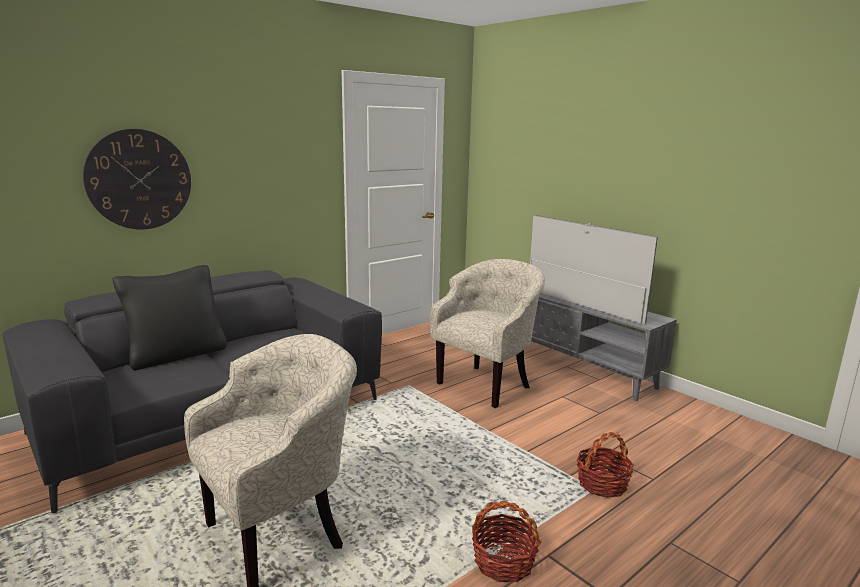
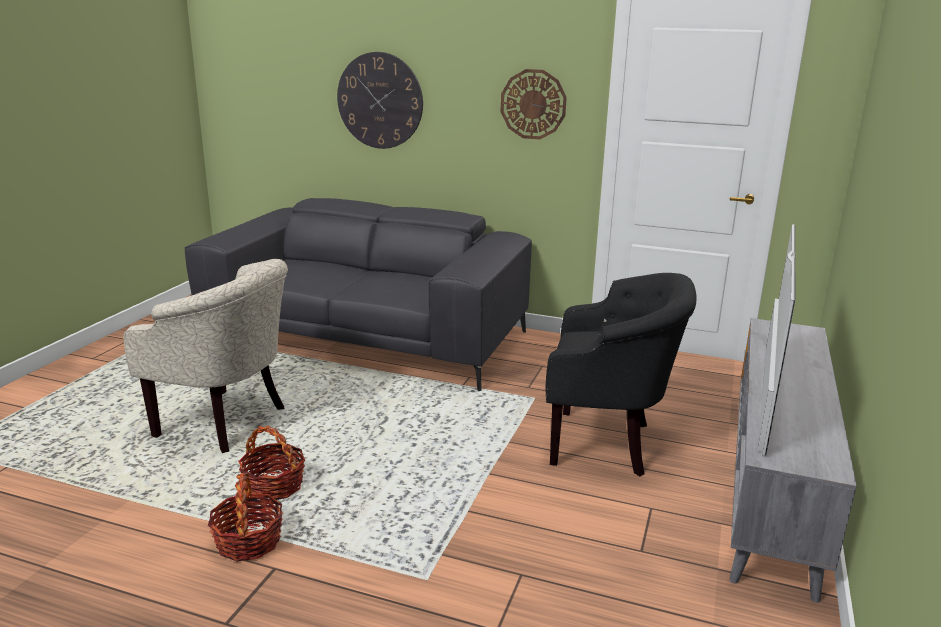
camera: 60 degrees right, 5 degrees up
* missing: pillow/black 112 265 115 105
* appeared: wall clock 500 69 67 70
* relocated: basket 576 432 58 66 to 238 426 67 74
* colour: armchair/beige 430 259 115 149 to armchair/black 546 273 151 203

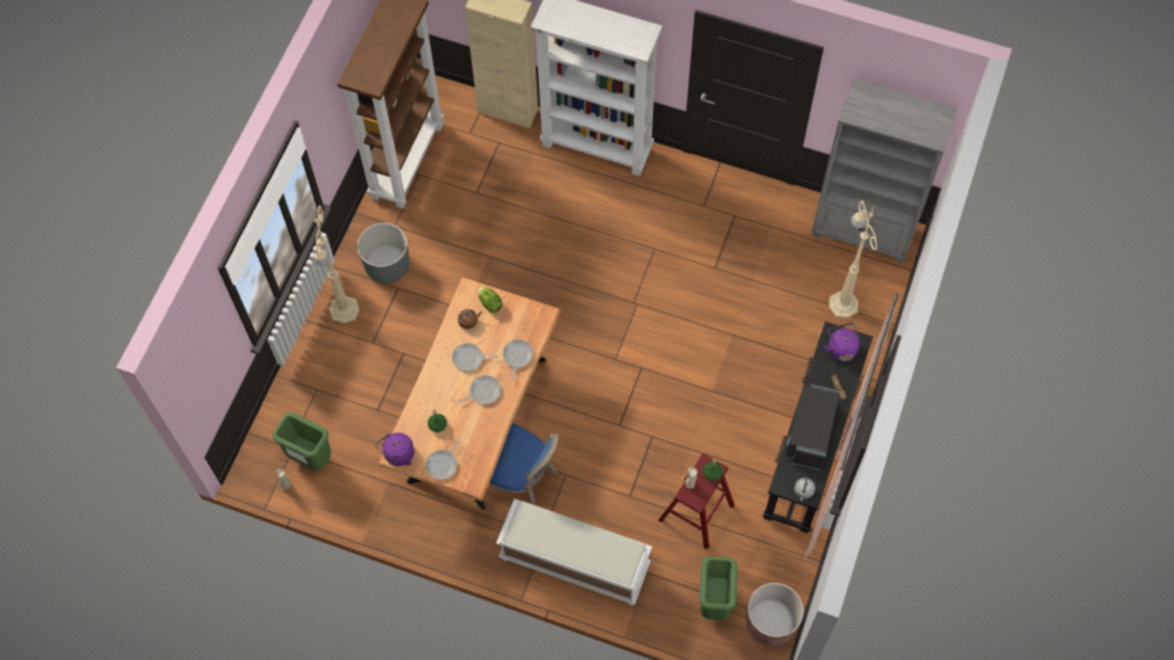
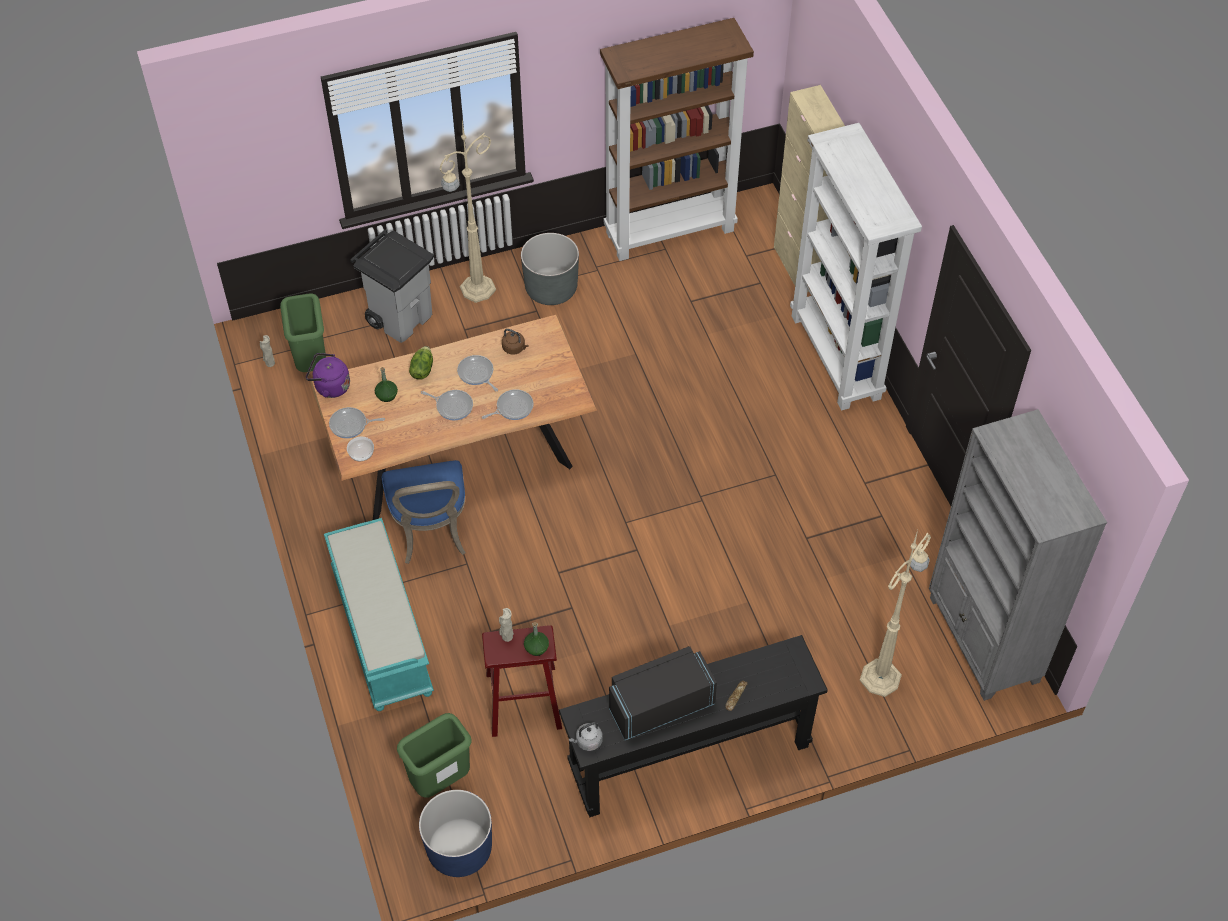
camera: 50 degrees right, 10 degrees down
* missing: kettle/purple 824 323 36 38
* appeared: bowl 347 437 27 24
* appeared: trash can/grey 350 229 84 114
* relocated: lettuce 478 286 24 27 to 409 346 24 34
* colour: bench/white 496 499 156 106 to bench/turquoise 324 518 110 193
* colour: planter/brown 746 583 58 63 to planter/blue 419 790 73 87

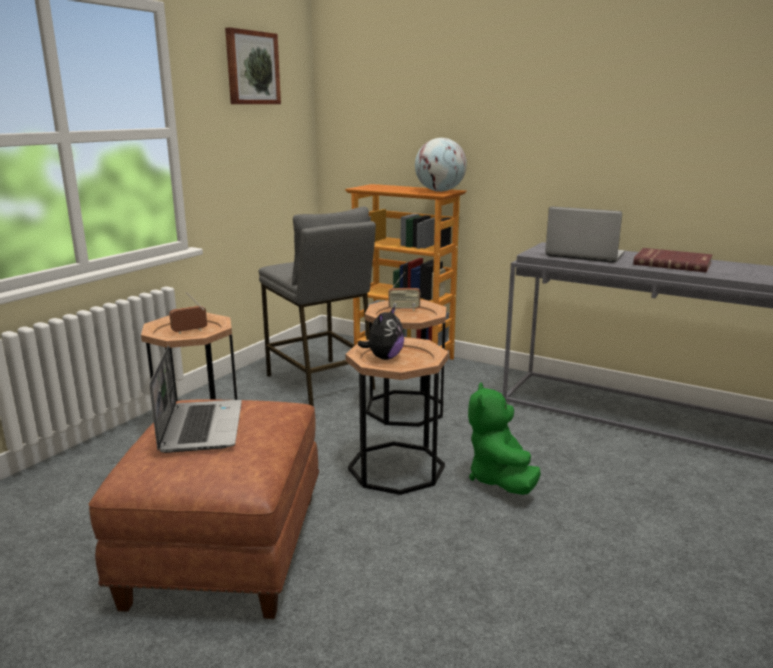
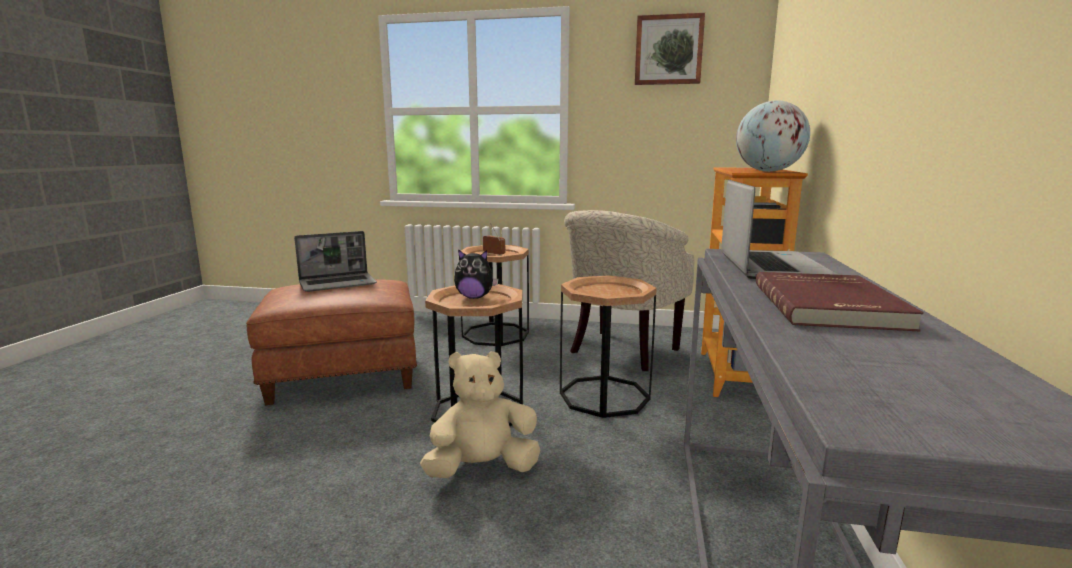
camera: 70 degrees right, 5 degrees down
* missing: radio 388 272 32 39
* exchanged: stool/grey 259 207 117 199 to armchair/beige 564 210 130 161
* colour: plush toy/green 468 382 73 113 to plush toy/beige 420 351 120 127

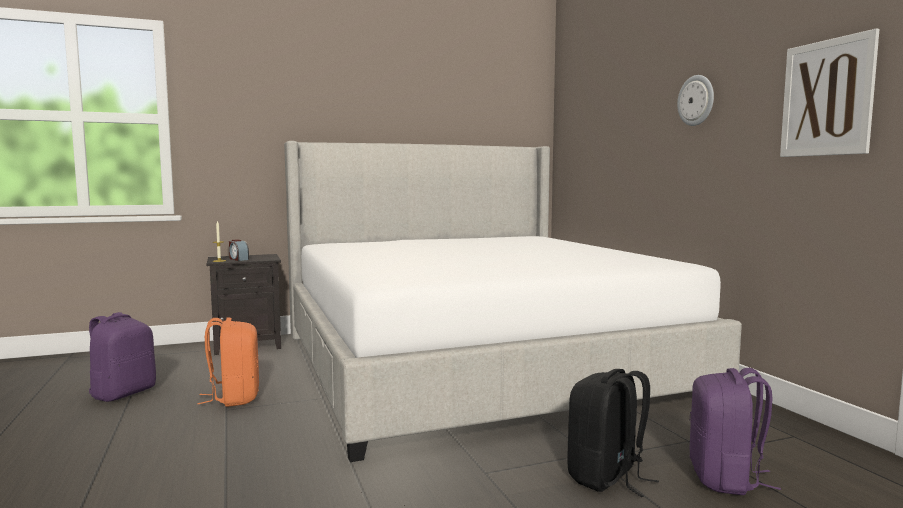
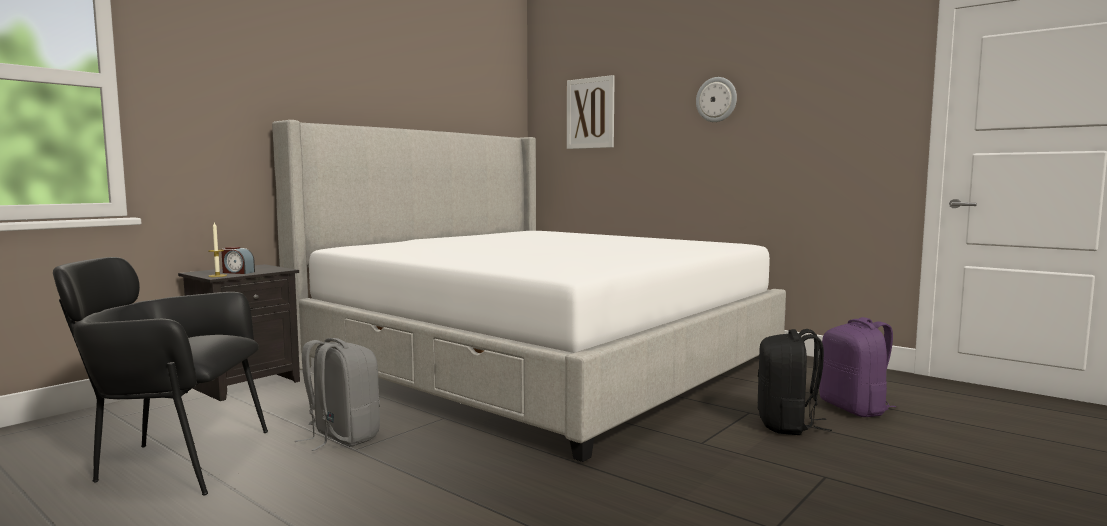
camera: 30 degrees left, 0 degrees up
* relocated: picture 780 28 99 129 to 567 75 48 74
* exchanged: backpack/purple 89 312 67 90 to armchair/black 53 257 215 239
* colour: backpack/orange 197 317 62 90 to backpack/grey 295 338 85 113

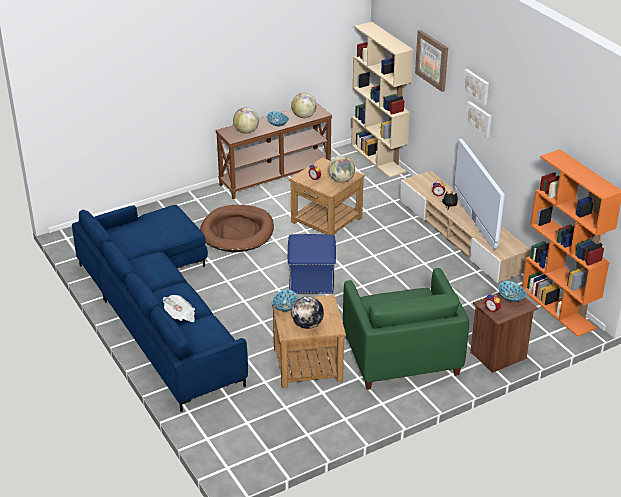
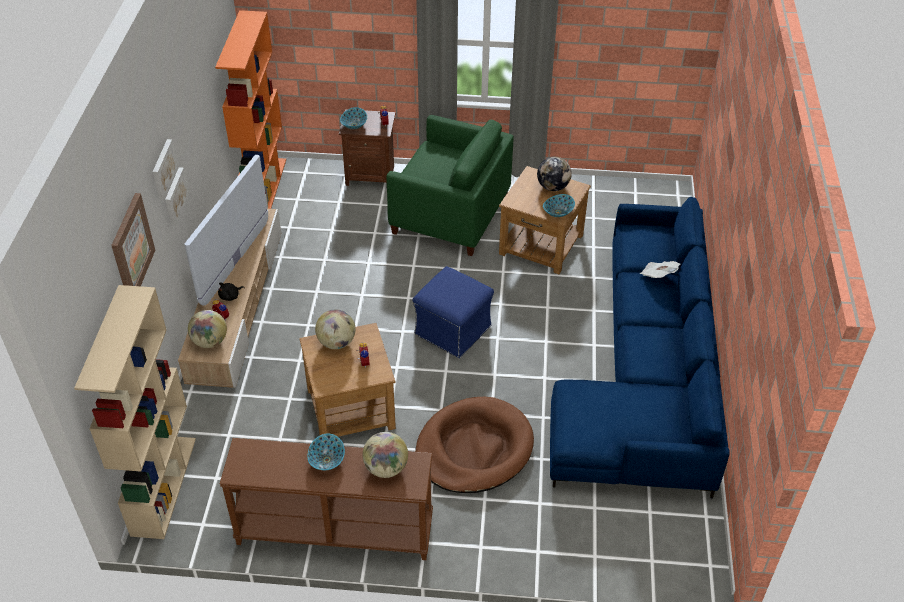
camera: 145 degrees left, 10 degrees up
* relocated: globe 291 93 26 25 to 188 310 39 38
* spun: armchair/green 343 268 126 122 = 386 115 127 141 90 degrees clockwise

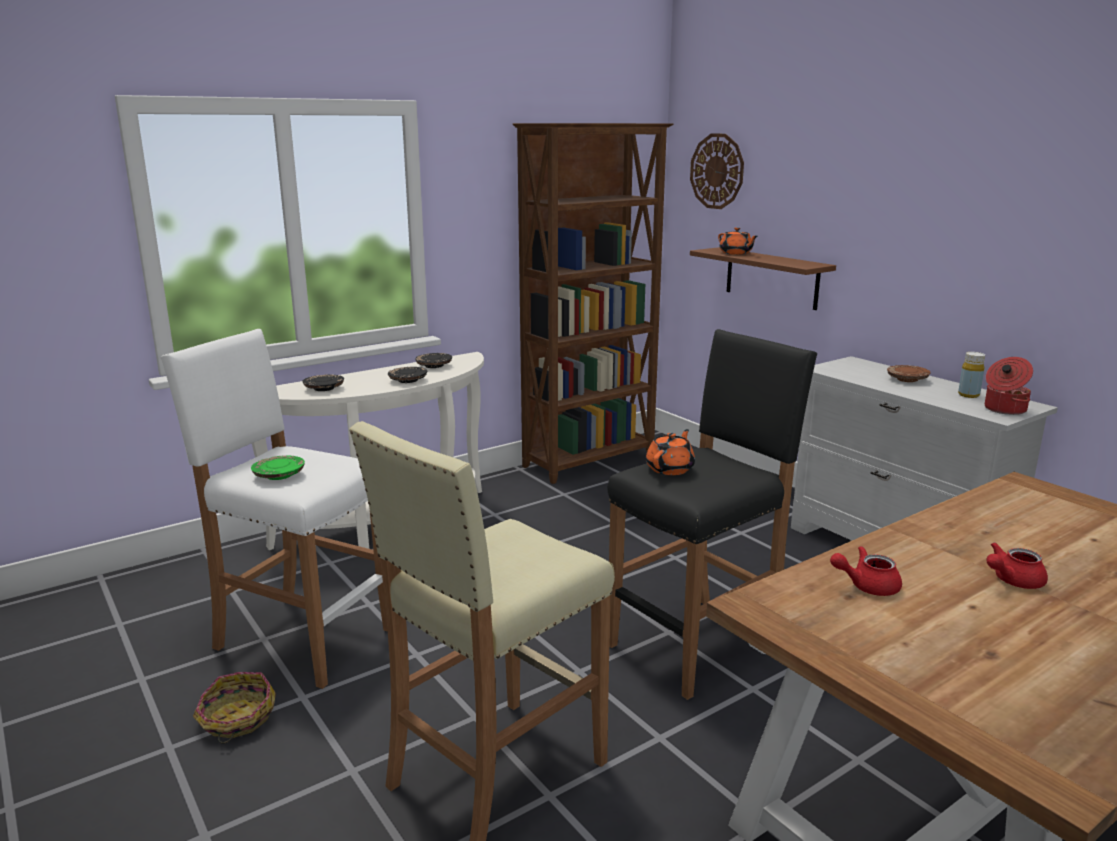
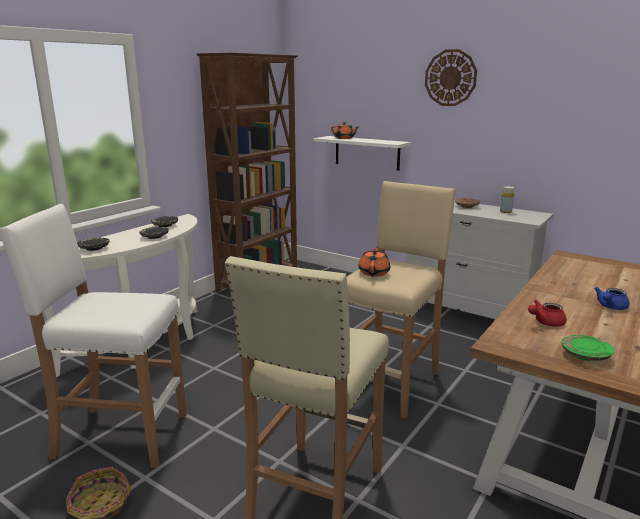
camera: 20 degrees left, 0 degrees up
* missing: cooking pot 985 357 48 58
* relocated: plate/green 251 455 54 25 to 562 335 52 26
* relocated: wall clock 690 134 54 75 to 425 49 52 57
* colour: stool/black 608 329 209 371 to stool/beige 347 181 109 238
* colour: shelf/brown 690 247 146 63 to shelf/white 314 136 97 35
* colour: teapot/red 986 542 62 47 to teapot/blue 594 287 36 23

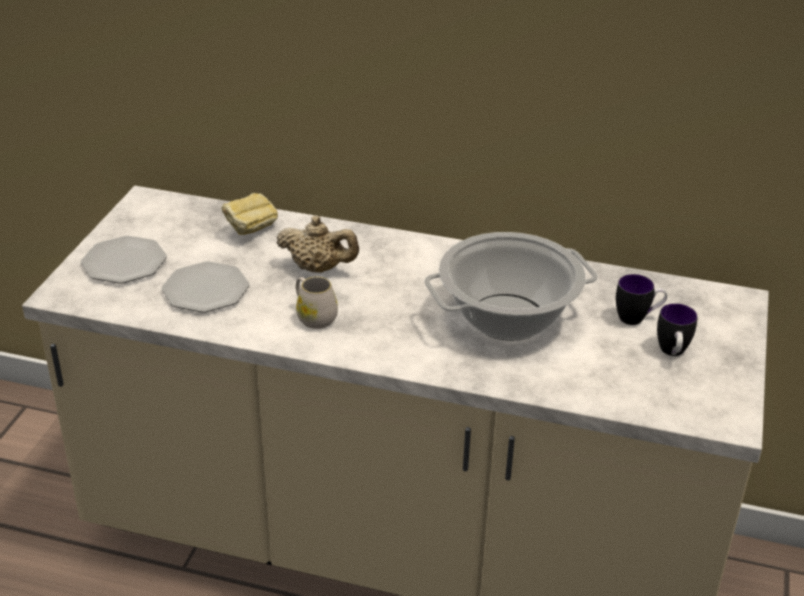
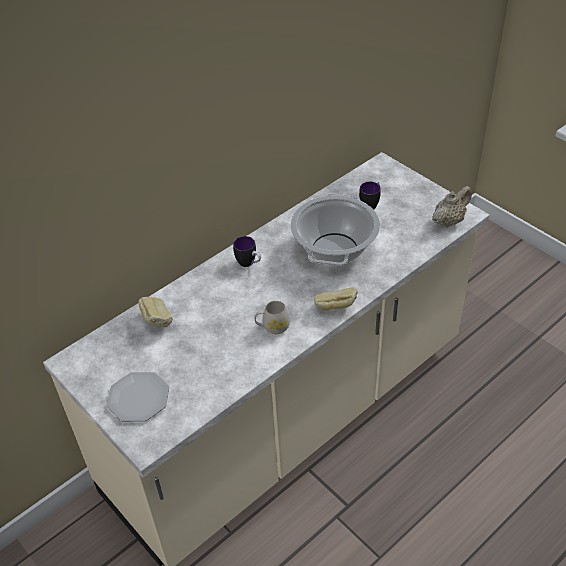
camera: 55 degrees left, 10 degrees up
* missing: plate 162 261 87 52
* appeared: bread 314 287 44 24
* relocated: teapot/beige 276 216 83 57 to 432 186 40 41
* relocated: mug 657 303 41 53 to 233 236 28 31

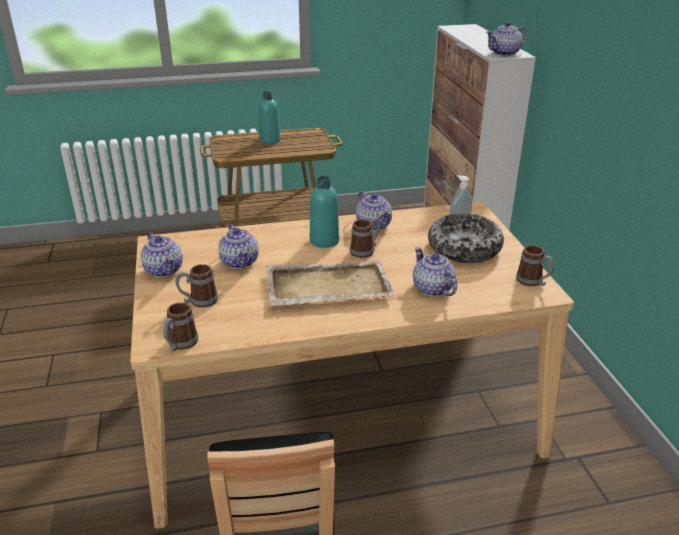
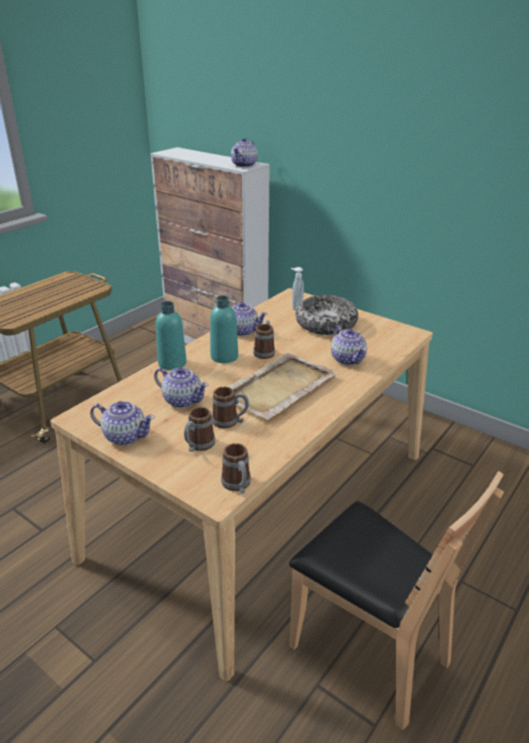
camera: 40 degrees left, 0 degrees up
* relocated: bottle/turquoise 259 91 21 53 to 156 301 31 69
* relocated: mug 516 245 38 41 to 212 387 37 42
* spun: teapot 413 247 44 49 = 331 326 36 39 135 degrees counterclockwise

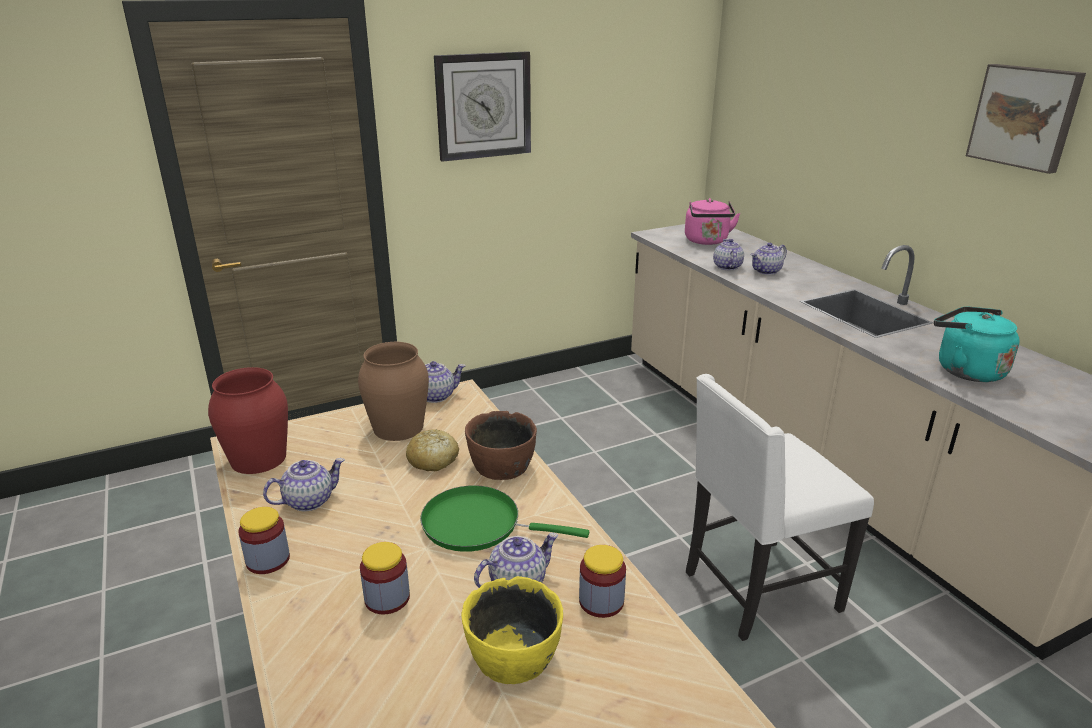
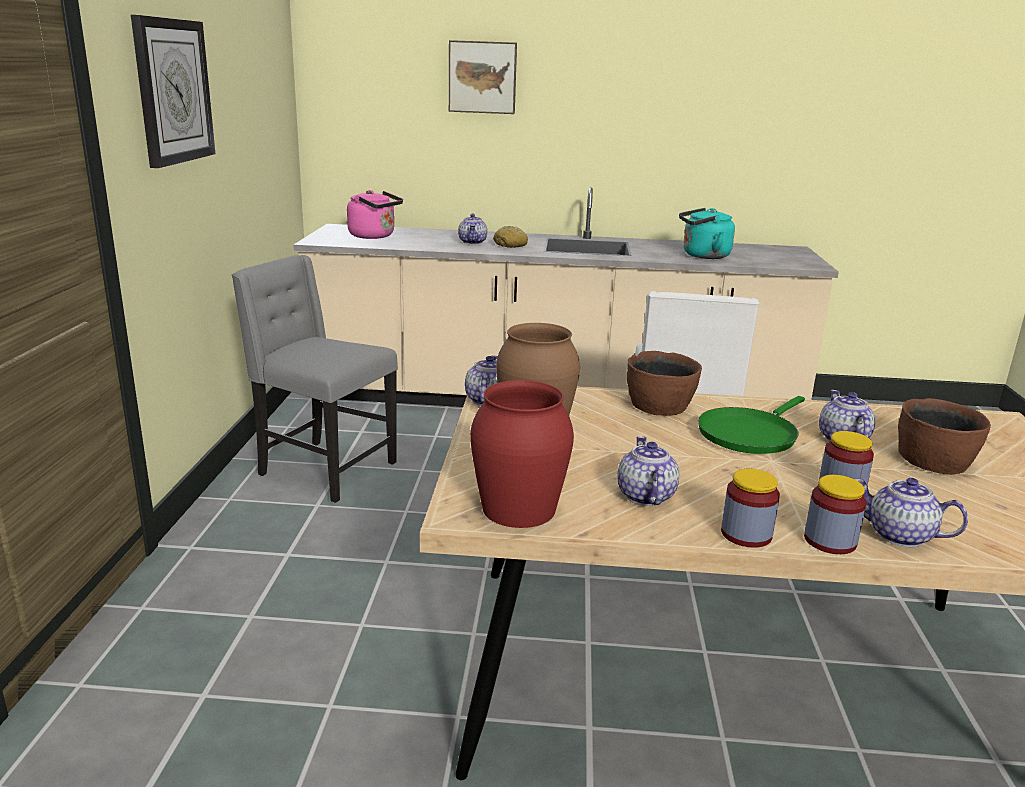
camera: 60 degrees left, 5 degrees down
* appeared: chair/grey 232 255 166 248
* relocated: bread 406 429 53 43 to 493 226 35 22
* relocated: jar 579 545 47 73 to 804 475 63 79
* relocated: teapot 713 239 31 31 to 855 478 113 69
* relocated: picture 966 64 120 110 to 449 40 68 74
* colour: bowl/yellow 461 576 102 108 to bowl/brown 898 398 93 77

